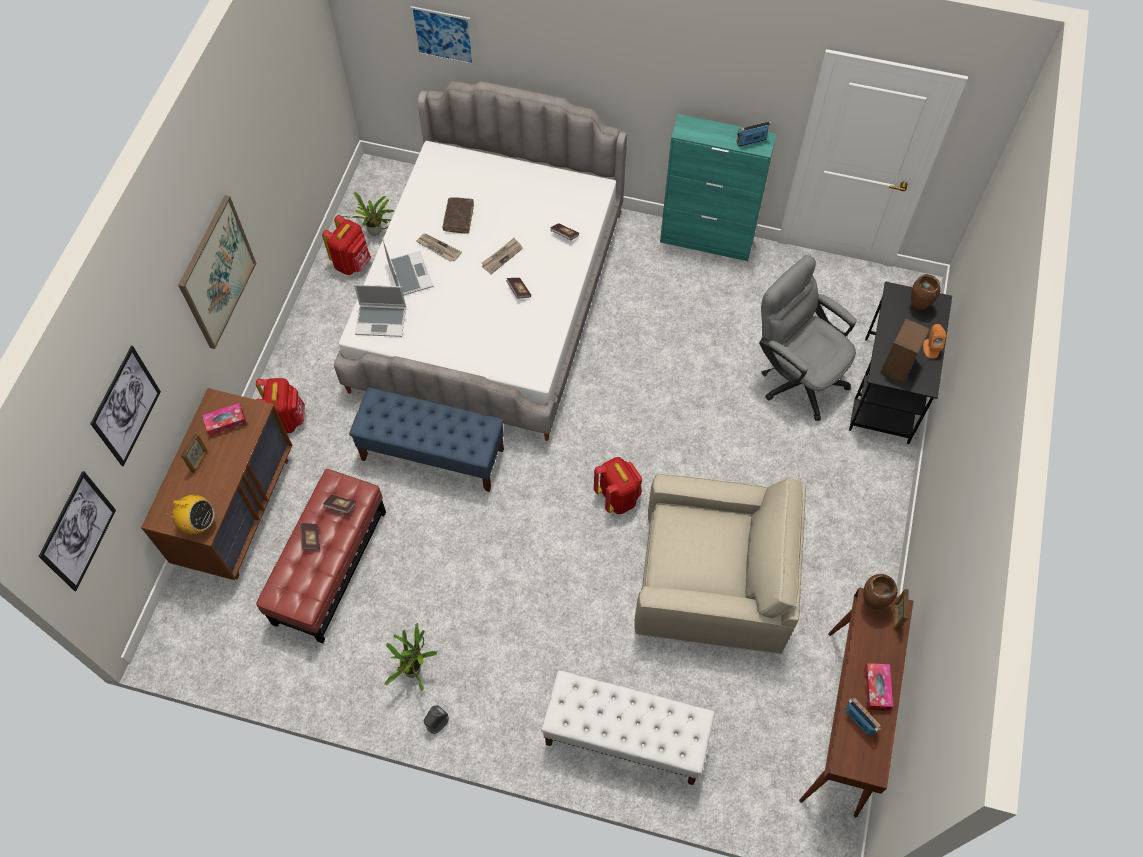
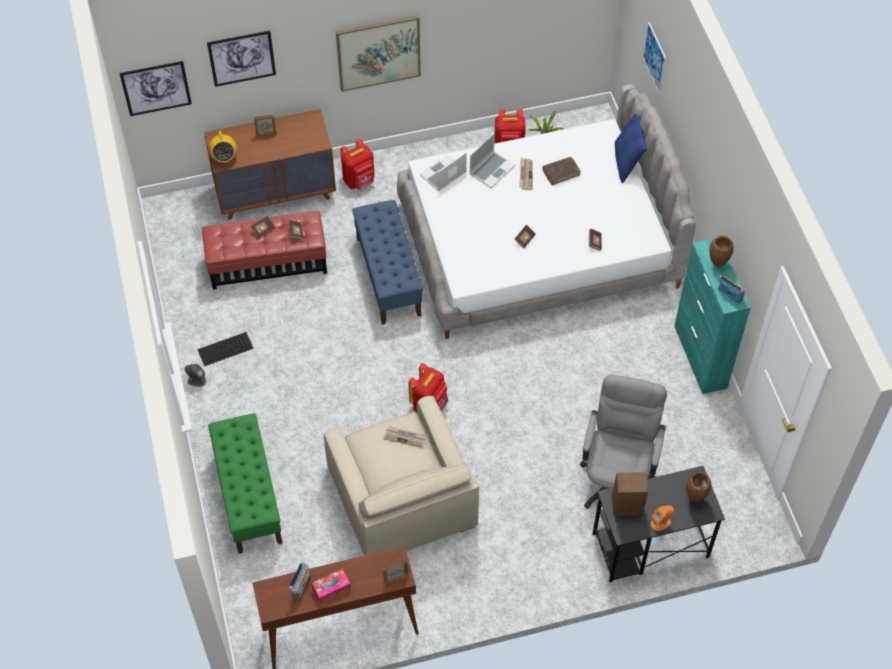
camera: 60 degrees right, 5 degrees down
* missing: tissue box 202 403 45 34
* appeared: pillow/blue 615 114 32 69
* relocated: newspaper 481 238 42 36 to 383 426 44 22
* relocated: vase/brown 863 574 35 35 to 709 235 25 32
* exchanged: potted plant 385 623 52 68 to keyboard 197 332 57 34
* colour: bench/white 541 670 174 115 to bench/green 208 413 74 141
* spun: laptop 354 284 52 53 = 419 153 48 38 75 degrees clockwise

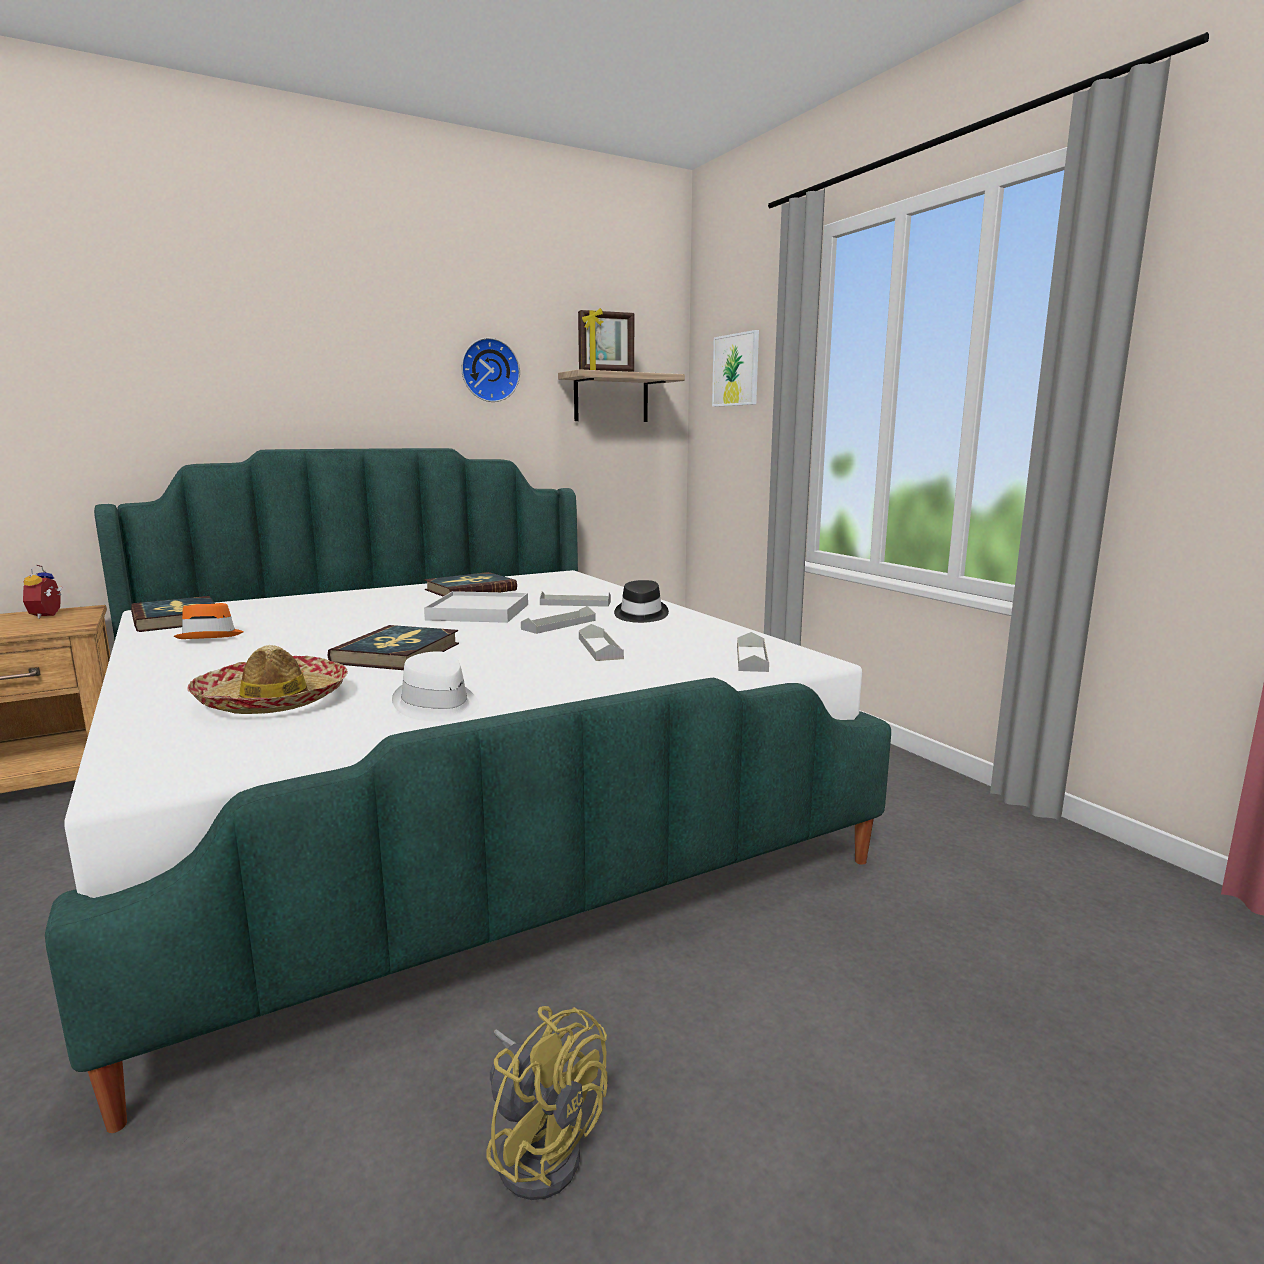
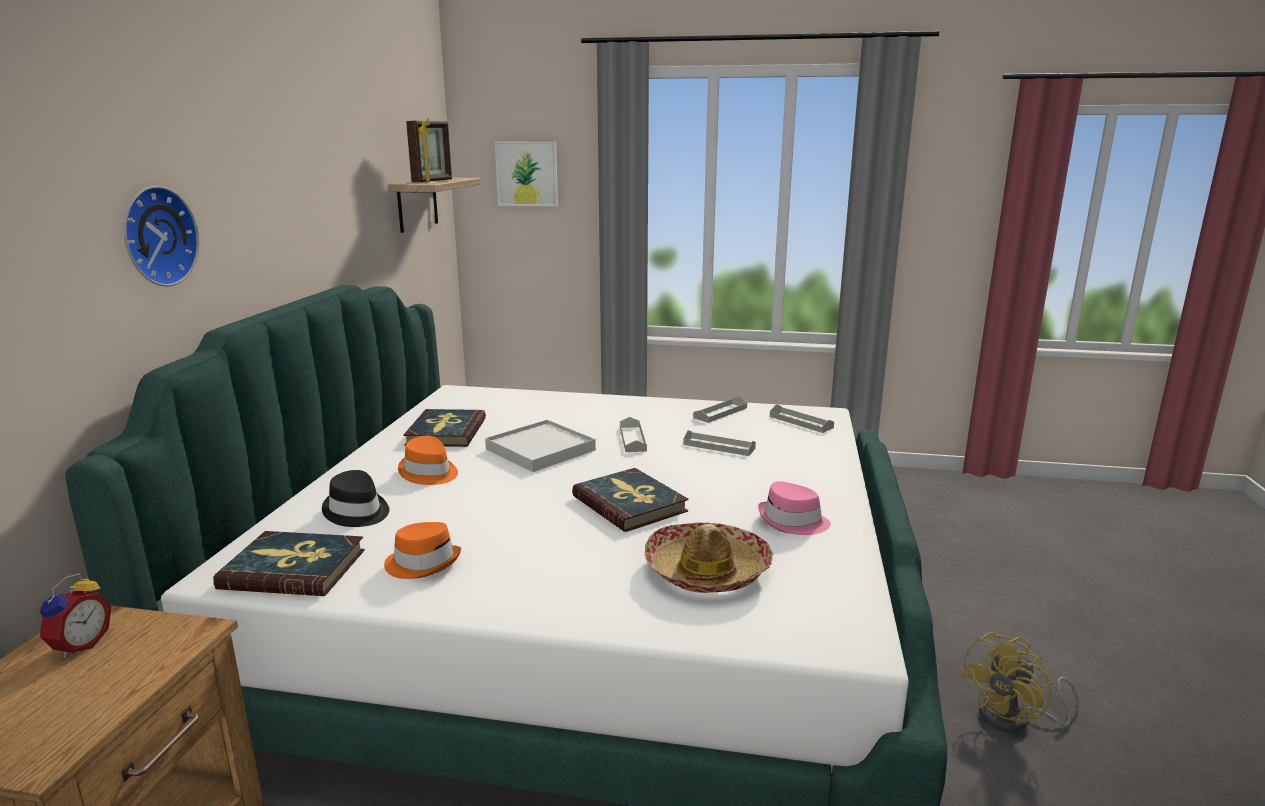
camera: 50 degrees left, 5 degrees up
* appeared: hat/orange 398 436 60 49
* relocated: wall clock 461 338 59 64 to 124 186 75 100
* relocated: tray/grey 540 591 71 16 to 693 396 54 27
* relocated: hat/black 614 580 55 43 to 322 470 67 57
* colour: hat/white 392 651 87 70 to hat/pink 758 481 73 54
* spun: alarm clock 23 565 40 54 = 39 573 73 85 105 degrees counterclockwise
* spun: fan/yellow 486 1006 122 194 = 960 632 119 101 150 degrees clockwise

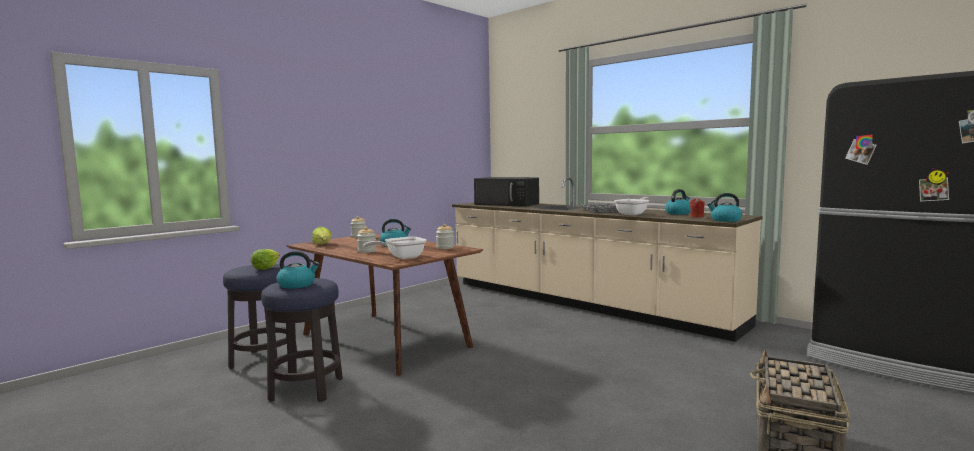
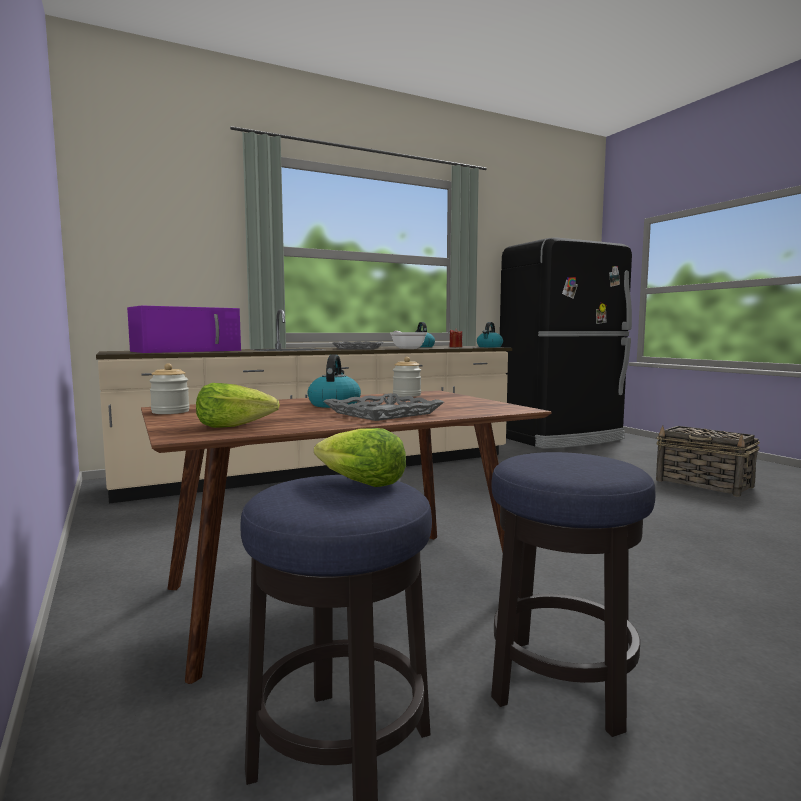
camera: 70 degrees left, 0 degrees up
* missing: kettle 277 251 43 38
* missing: frying pan 363 236 63 23
* exchanged: jar 357 227 19 26 to tray/grey 323 393 121 28
* colour: microwave/black 474 177 65 30 to microwave/purple 127 305 114 48

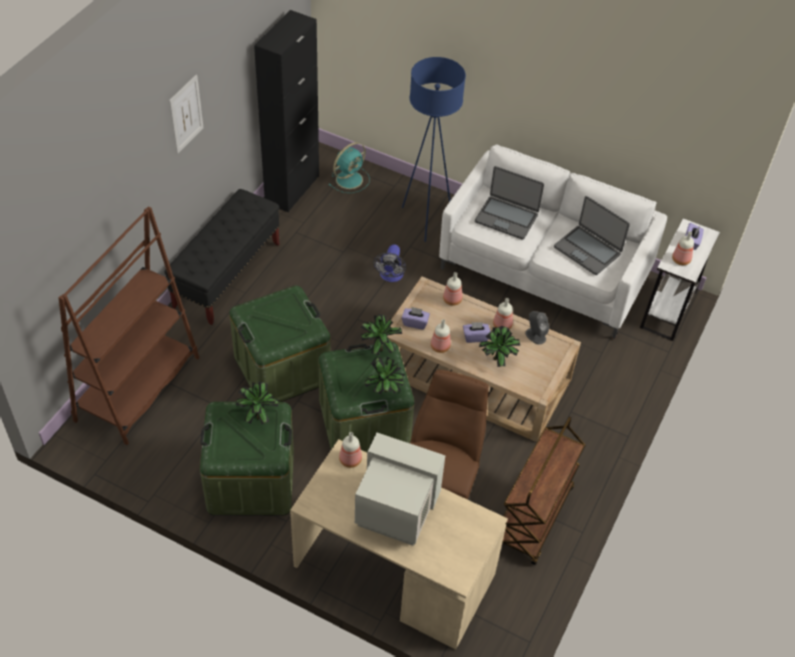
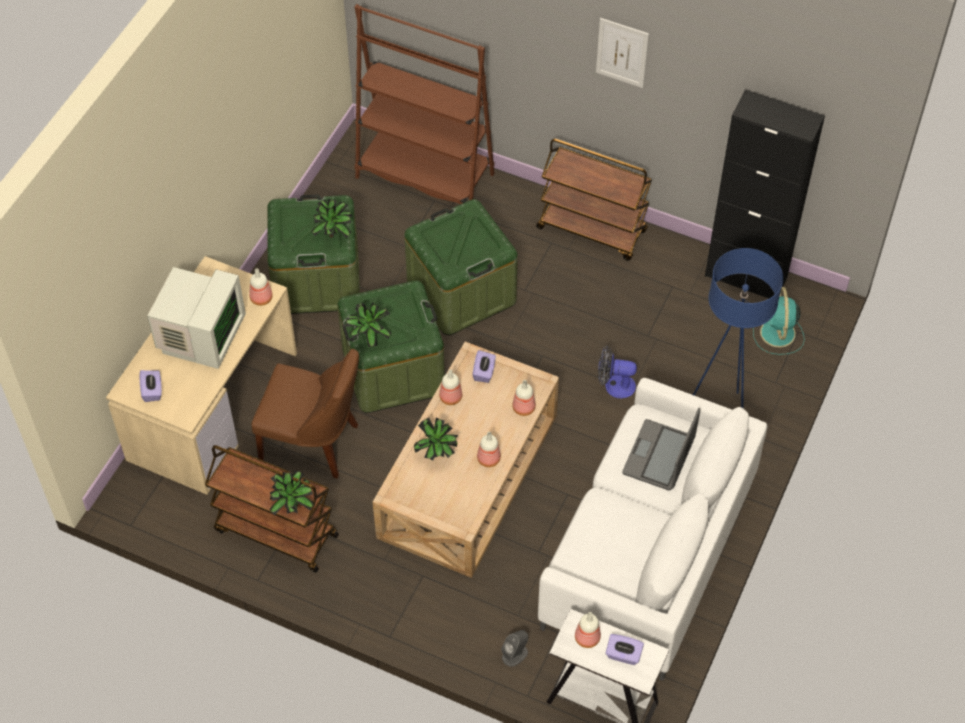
camera: 90 degrees right, 5 degrees up
* missing: laptop 554 196 76 79
* relocated: potted plant 361 314 41 41 to 269 471 45 44
* relocated: tissue box/purple 463 322 28 21 to 140 370 22 32
* relocated: speaker/grey 525 311 24 34 to 501 630 27 37
* exchanged: bench/black 164 189 116 136 to cart/brown 536 139 116 122
* spun: fan/turquoise 329 142 41 51 = 753 287 52 68 45 degrees clockwise

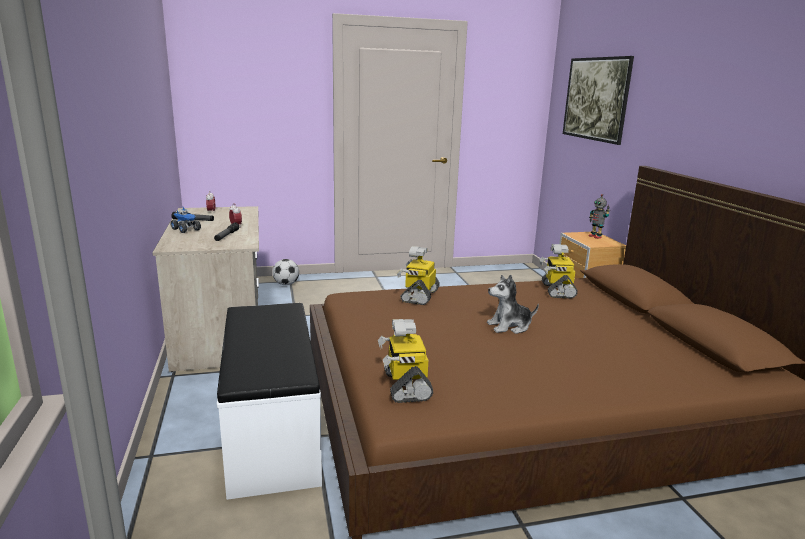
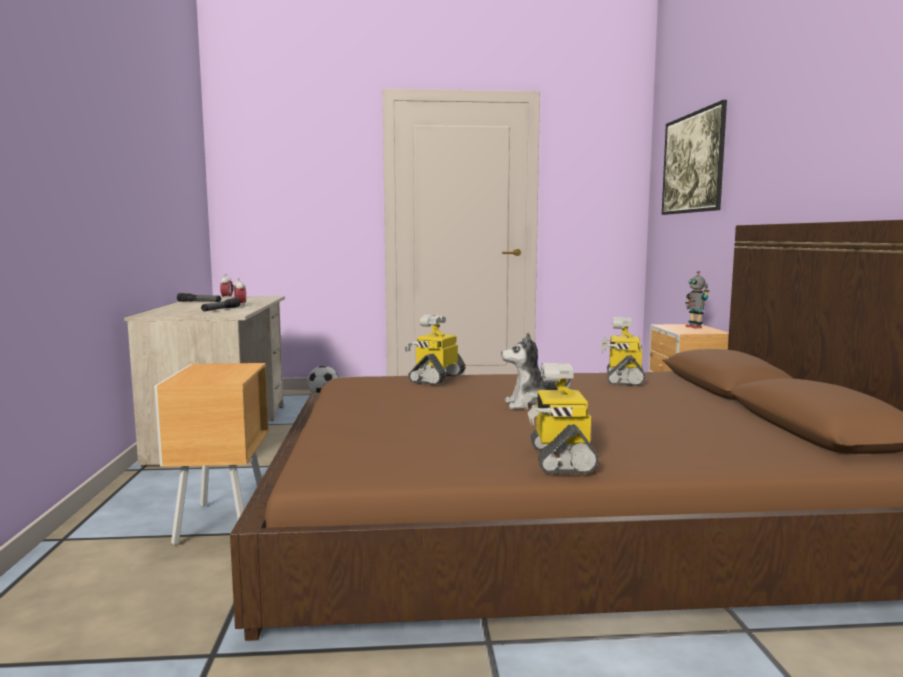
camera: 10 degrees right, 10 degrees down
* missing: toy truck 171 207 30 26
* relocated: toy robot 378 319 55 84 to 522 363 77 111
* exchanged: bench/white 217 303 105 197 to nightstand/brown 154 363 115 183

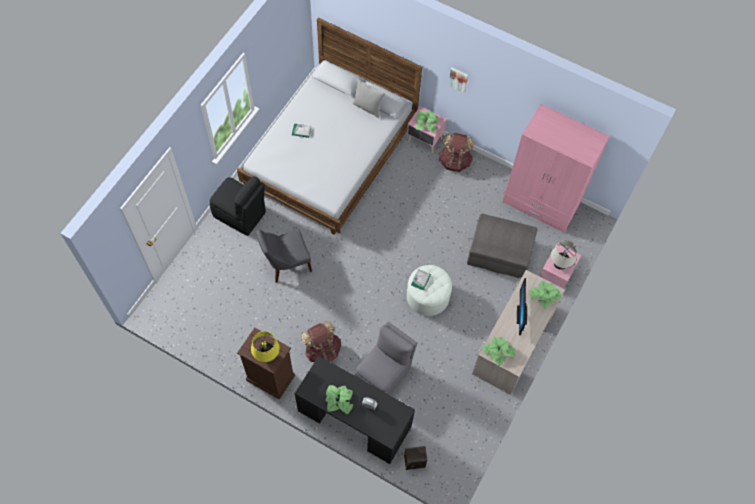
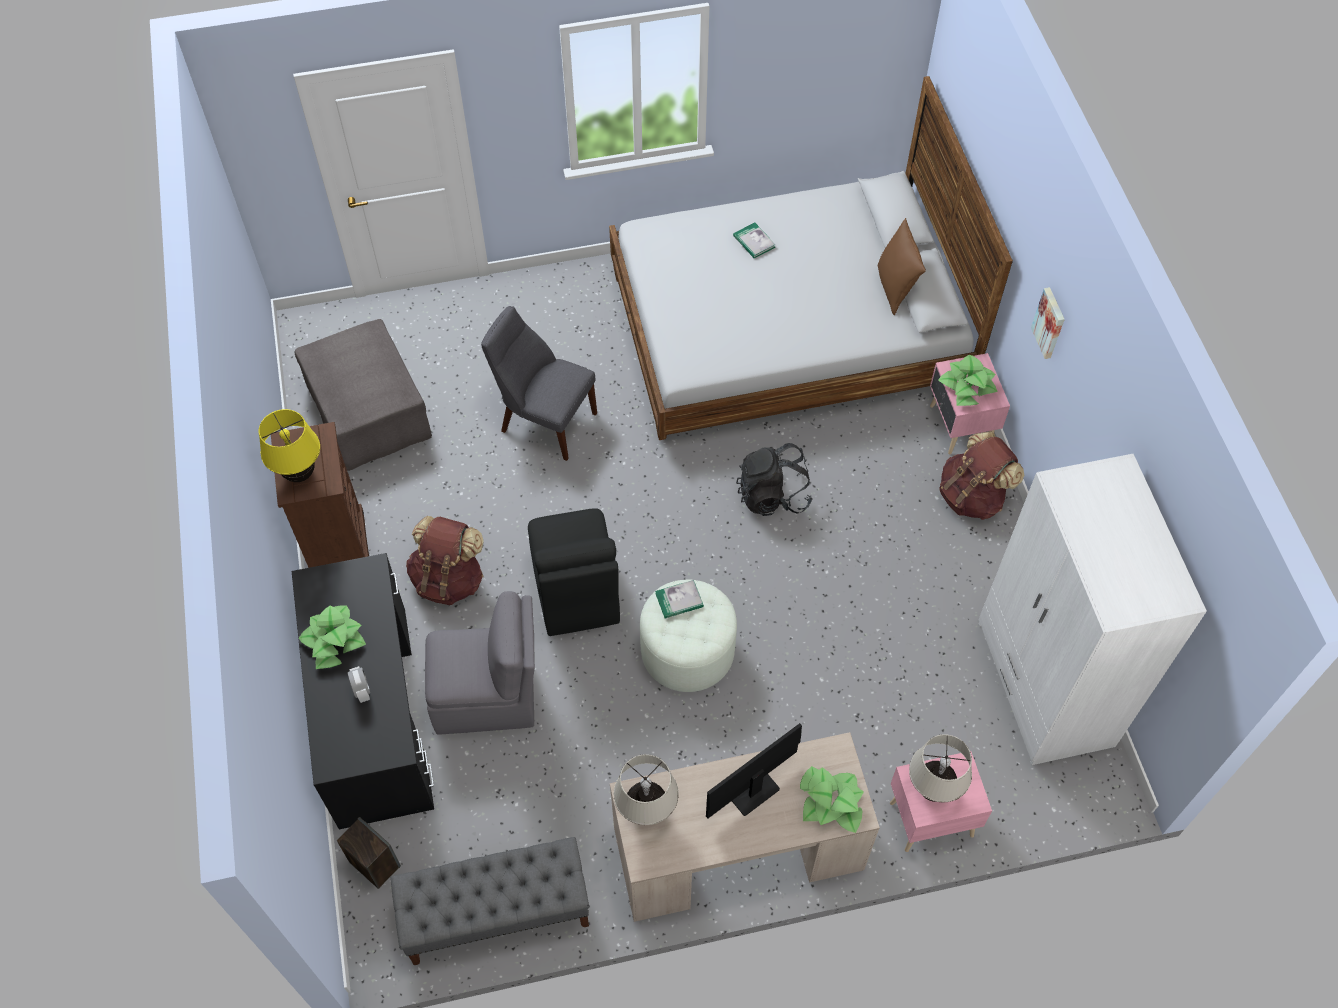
camera: 50 degrees right, 5 degrees down
* appeared: bench/grey 390 837 199 128
* appeared: backpack/black 736 443 76 73
* relocated: chair/black 209 176 57 60 to 528 508 92 128
* relocated: ottoman/grey 467 213 70 66 to 295 319 137 152
* exchanged: potted plant 482 337 34 29 to table lamp/beige 614 754 65 71
* colour: pillow/grey 353 79 33 39 to pillow/brown 878 218 48 97
* colour: wardrobe/pink 502 104 108 129 to wardrobe/white 978 454 229 311

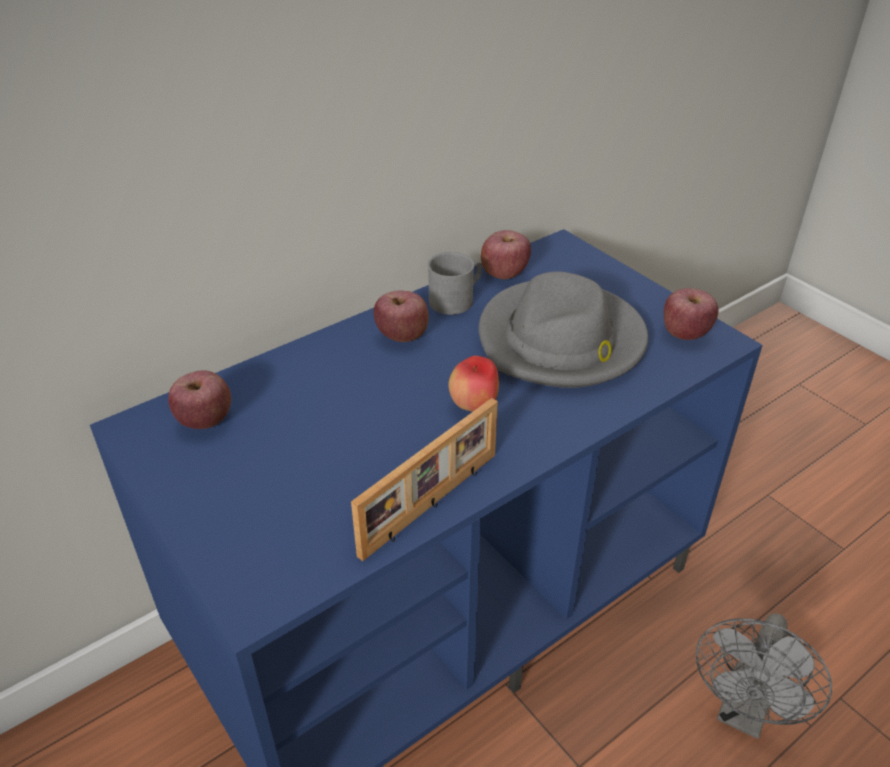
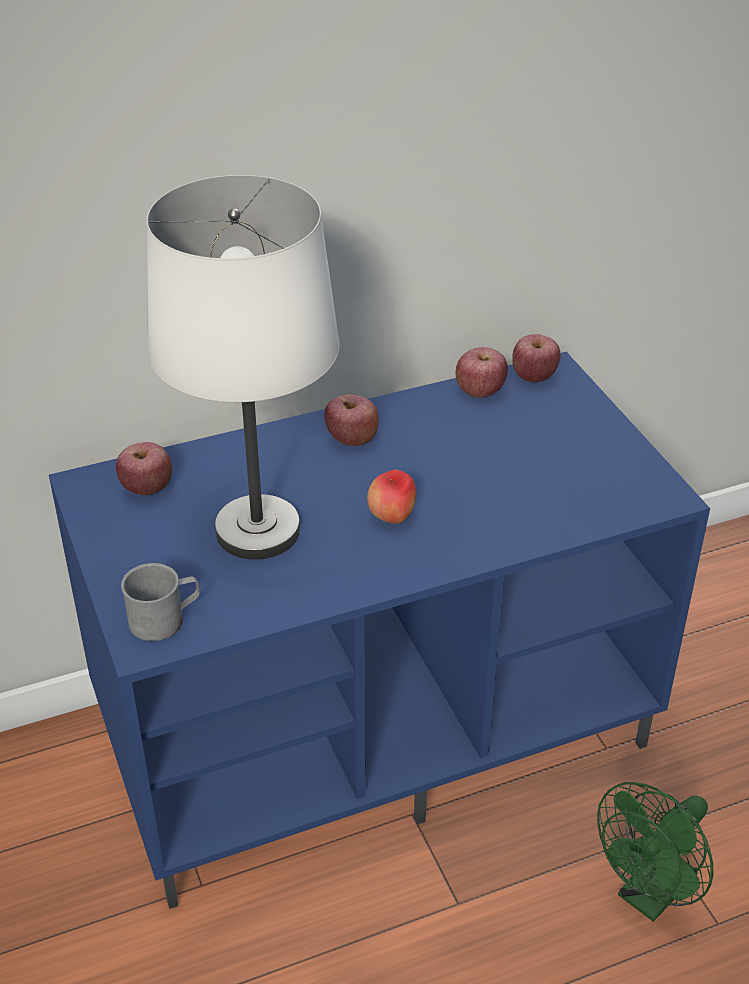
camera: 15 degrees right, 0 degrees up
* missing: picture frame 351 398 147 163
* missing: hat/grey 479 272 169 116
* appeared: table lamp/white 147 175 193 385
* relocated: mug/grey 427 252 55 63 to 121 563 79 78
* relocated: apple 664 288 55 52 to 512 334 49 48
* colour: fan/grey 696 613 136 126 to fan/green 597 782 116 140

